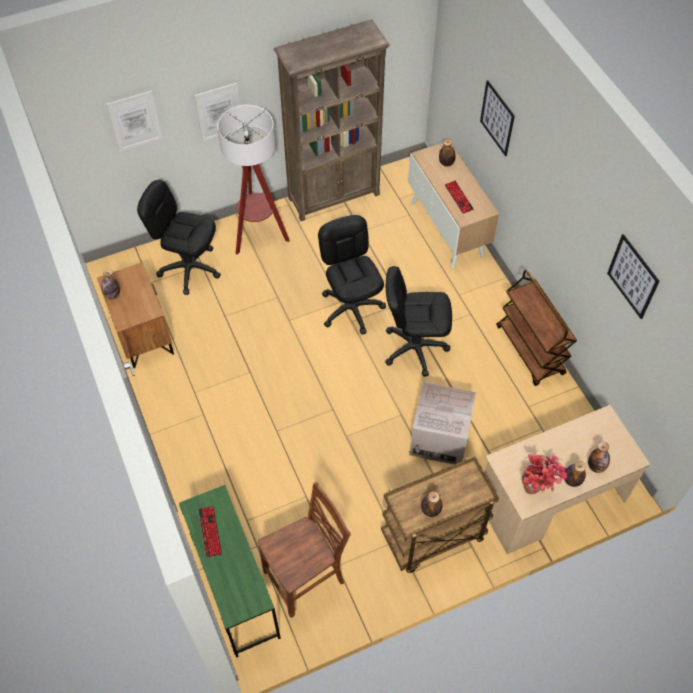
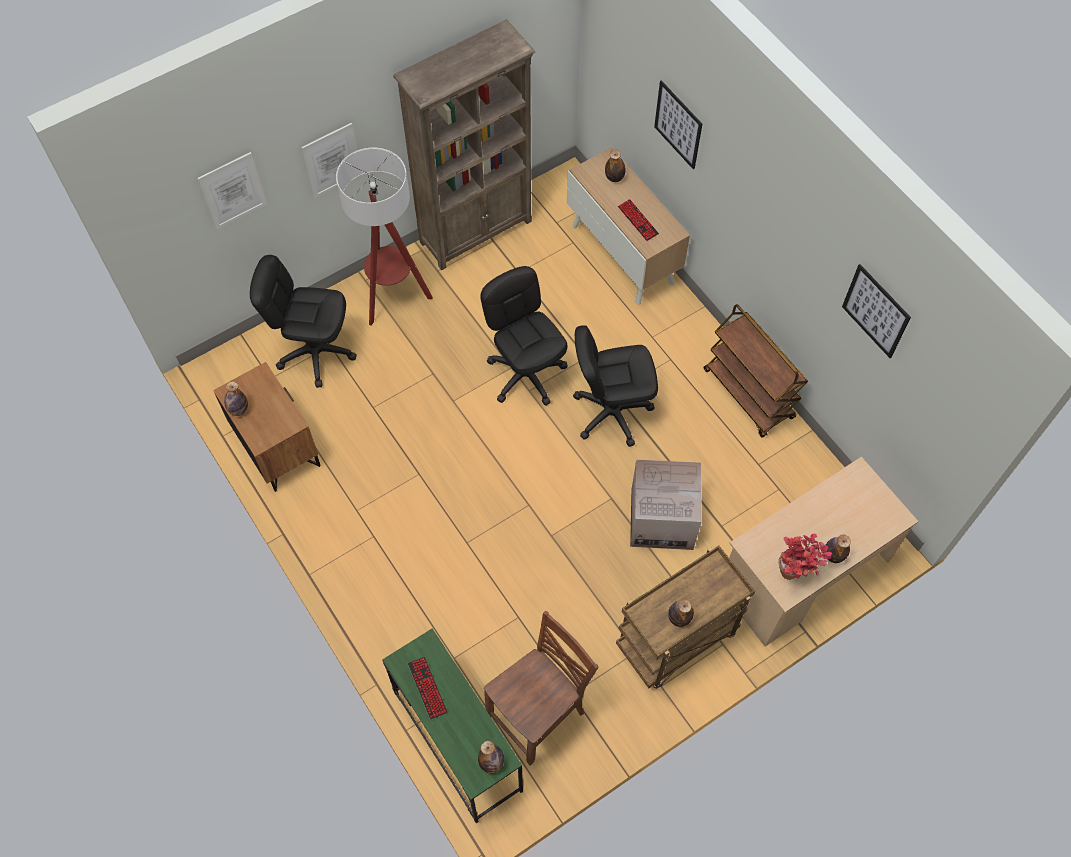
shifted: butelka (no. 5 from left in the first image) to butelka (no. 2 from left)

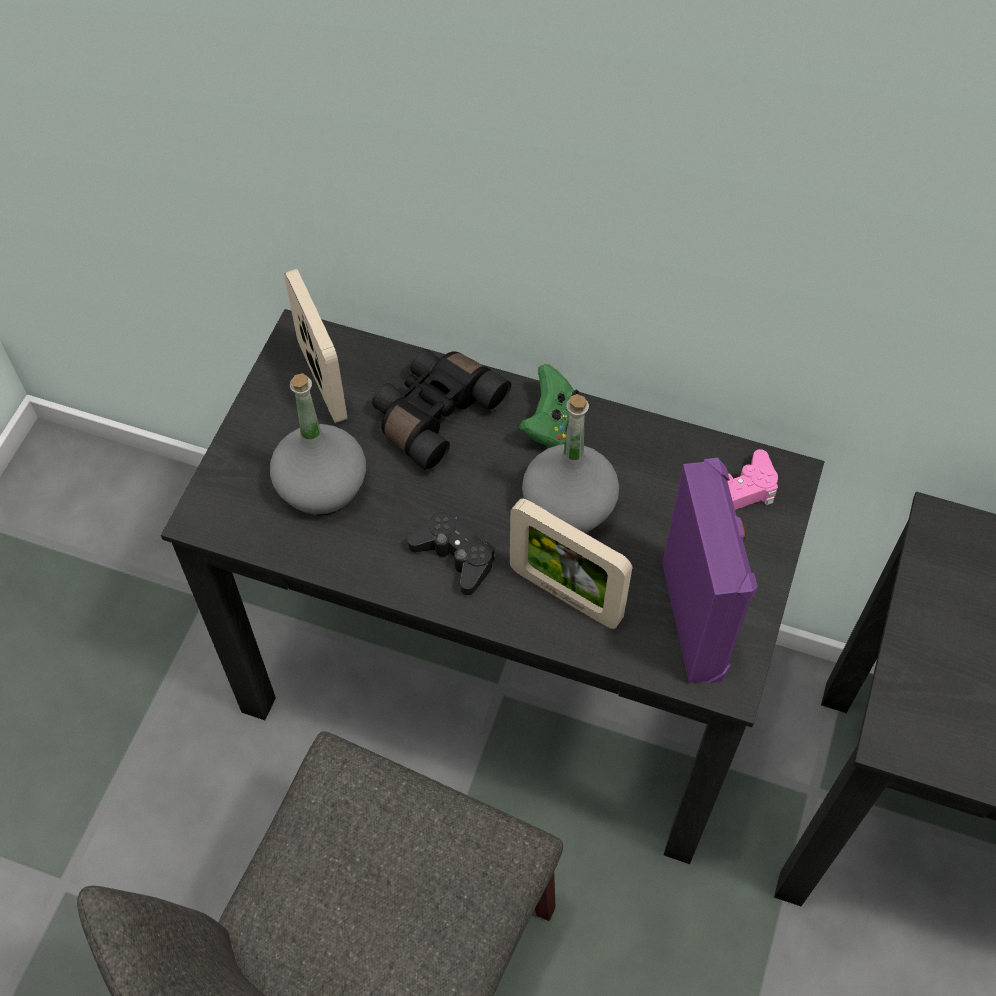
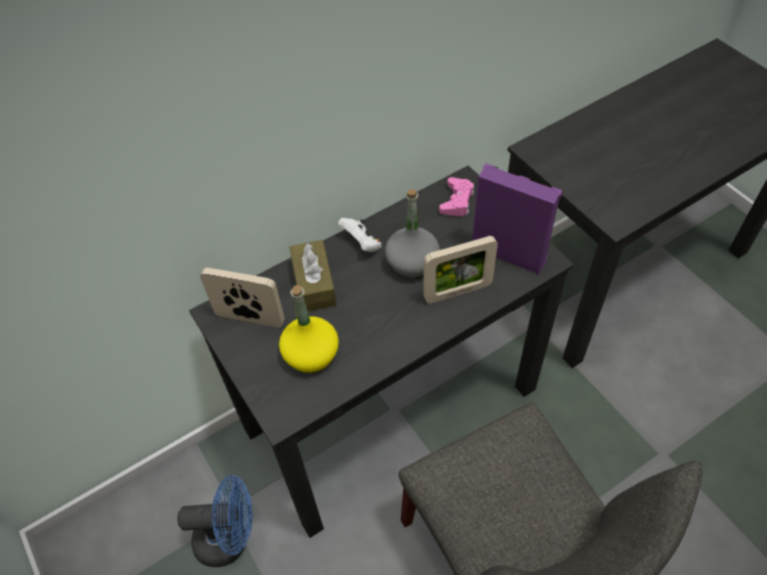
gone: pad do gier [czarny]
new: wentylator [niebieski]
swapped: lornetka [czarny] to pudełko chusteczek [brązowy]
repainted: butelka [szary] (no. 1 from left) to butelka [żółty]; pad do gier [zielony] to pad do gier [biały]

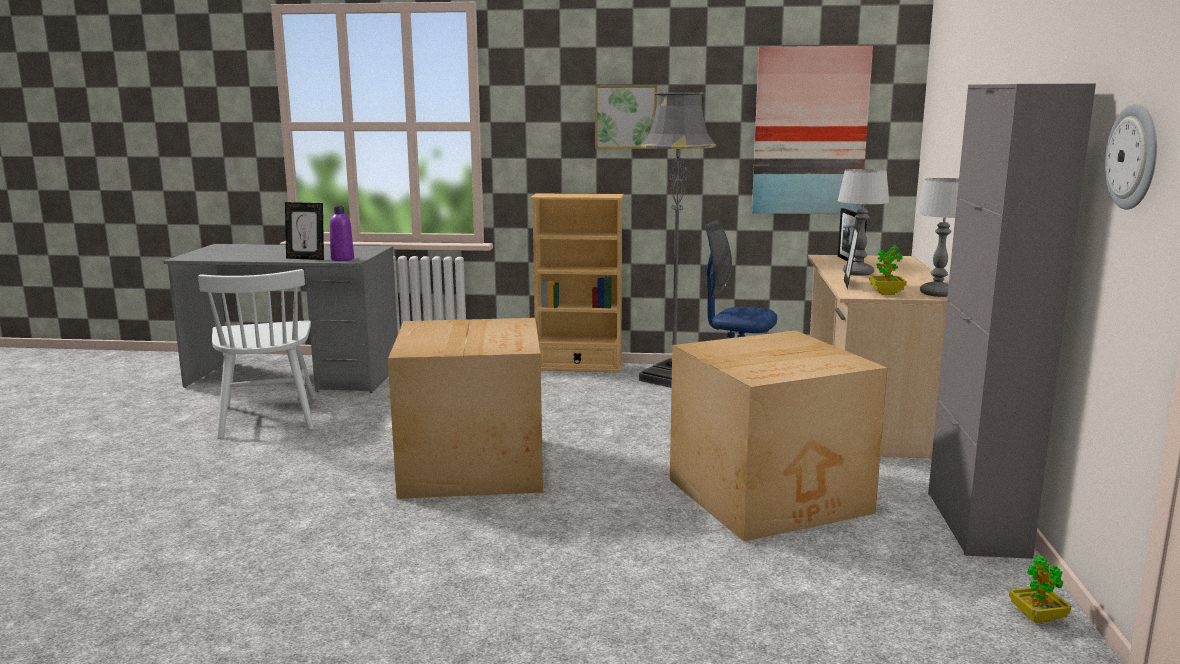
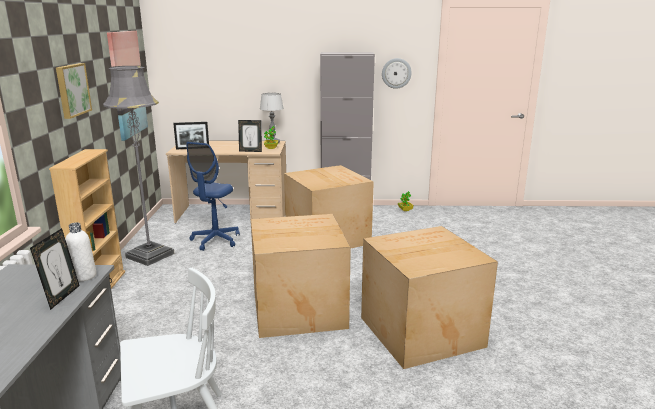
gone: lampa stołowa (no. 1 from left)
new: karton (no. 3 from left)
repainted: butelka [fioletowy] to butelka [biały]

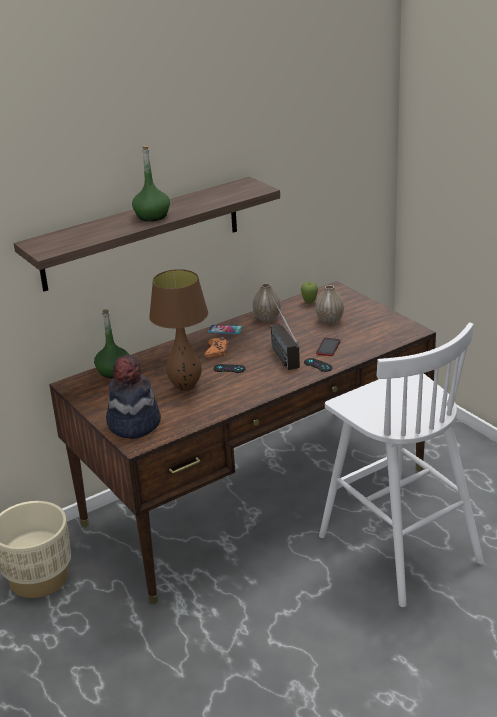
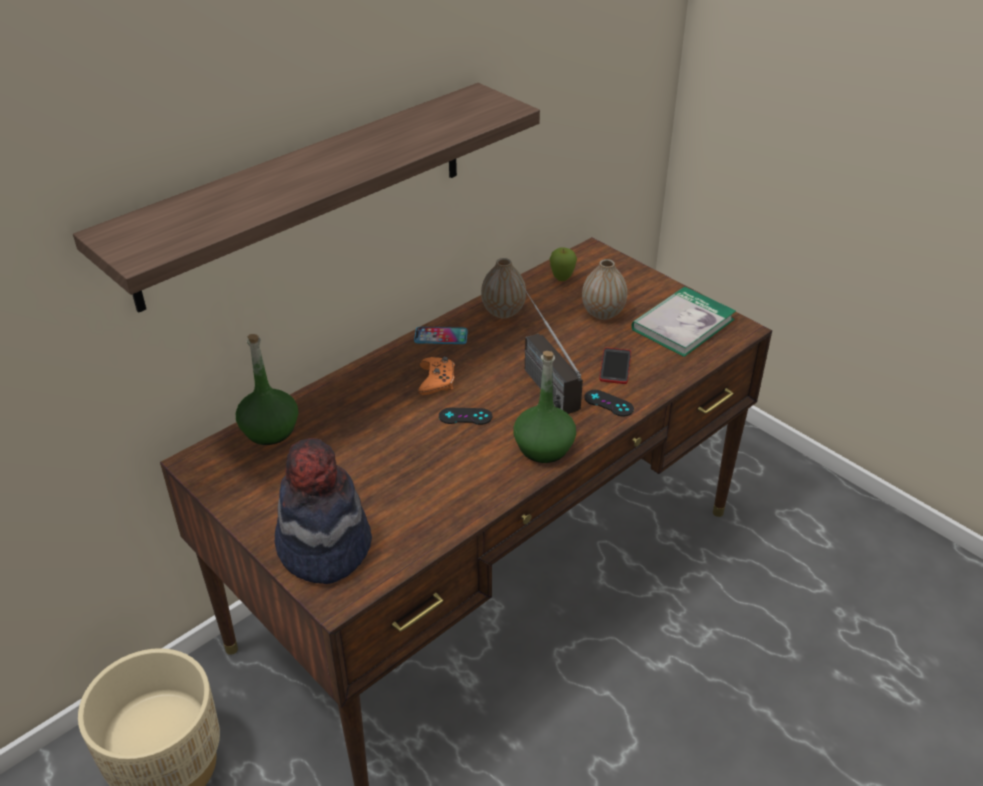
gone: lampa stołowa [brązowy]; stołek [biały]
new: książka
shifted: butelka [zielony] (no. 2 from left)

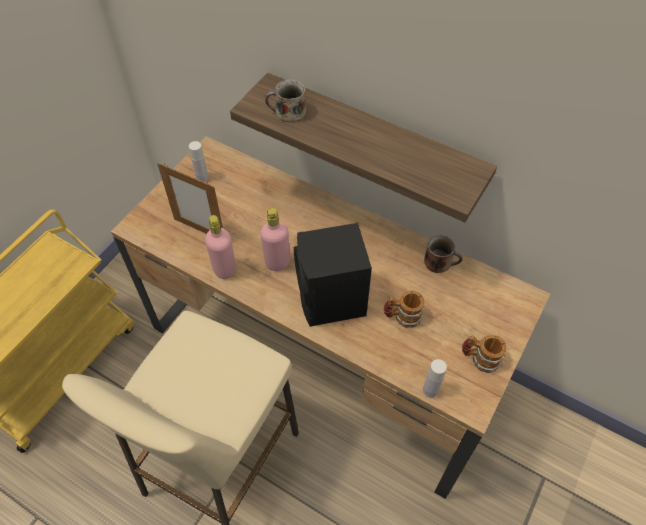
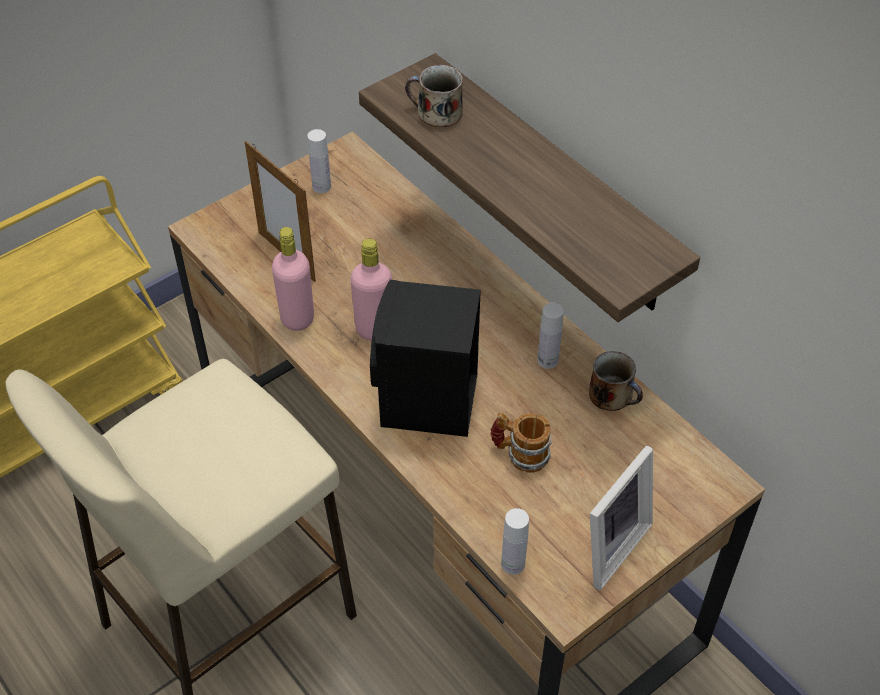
new: butelka [biały] (no. 3 from left)
swapped: kubek (no. 4 from left) to ramka na zdjęcie (no. 2 from left)

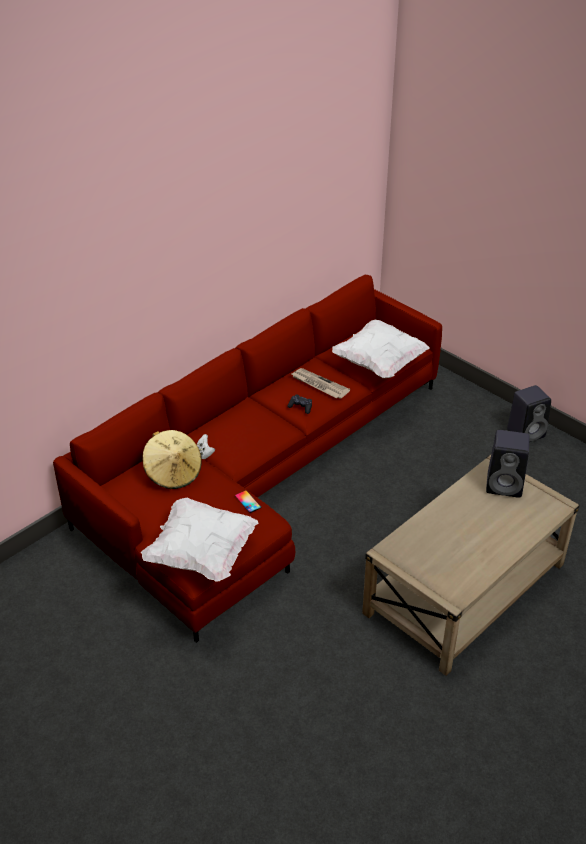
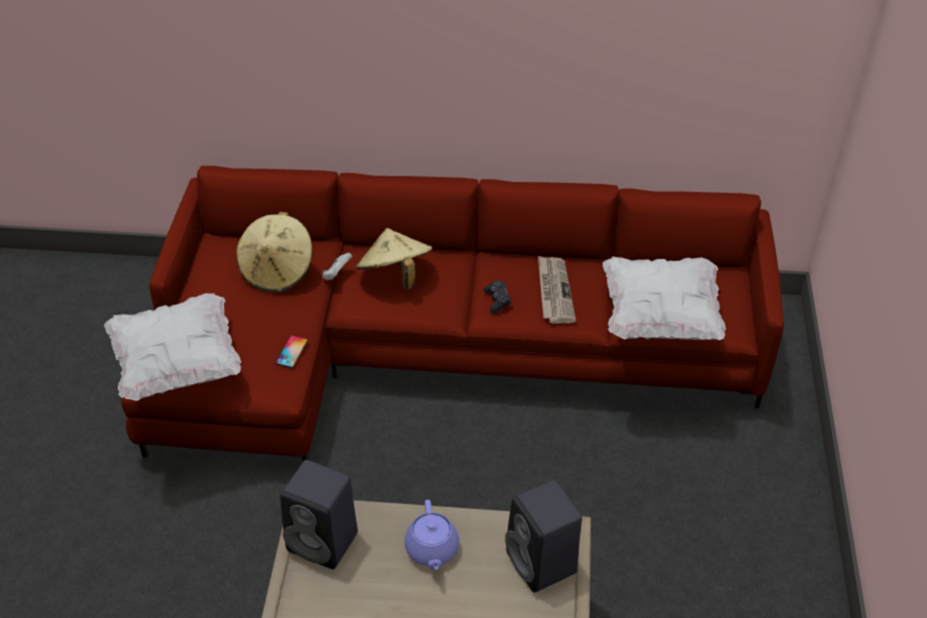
new: kapelusz [beżowy] (no. 2 from left); imbryk [fioletowy]
shifted: głośnik [czarny] (no. 2 from left in the first image) to głośnik [czarny] (no. 1 from left)

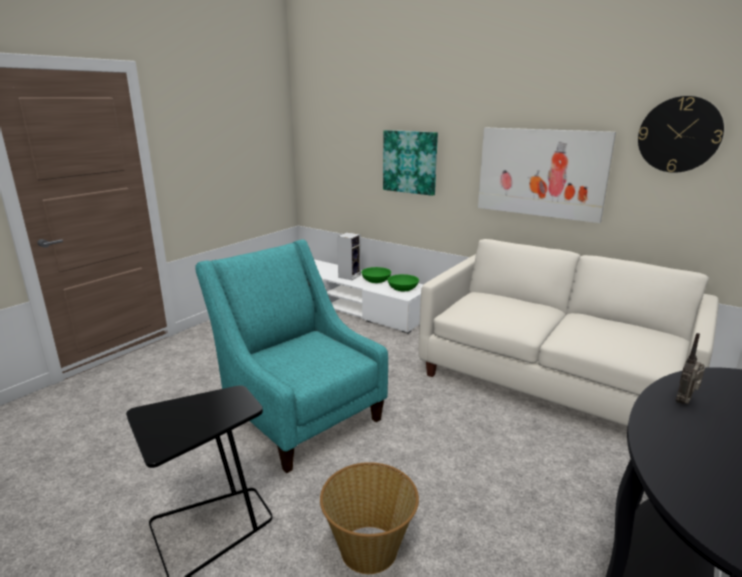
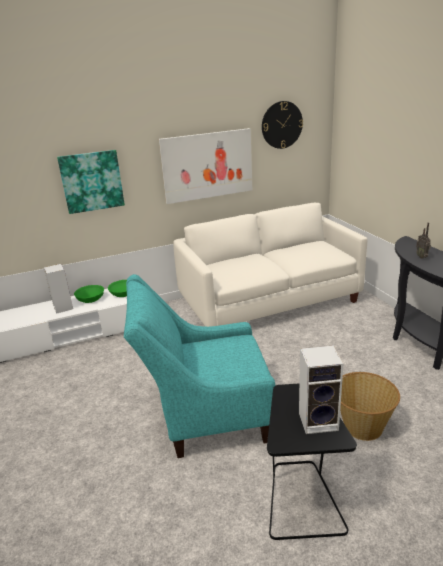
new: głośnik (no. 2 from left)

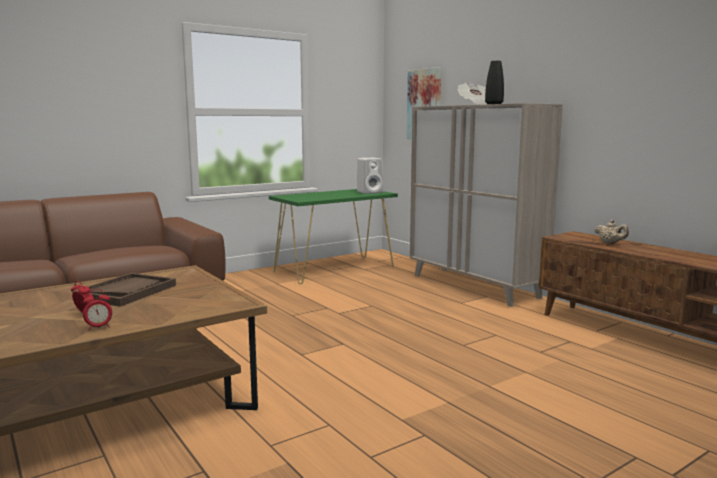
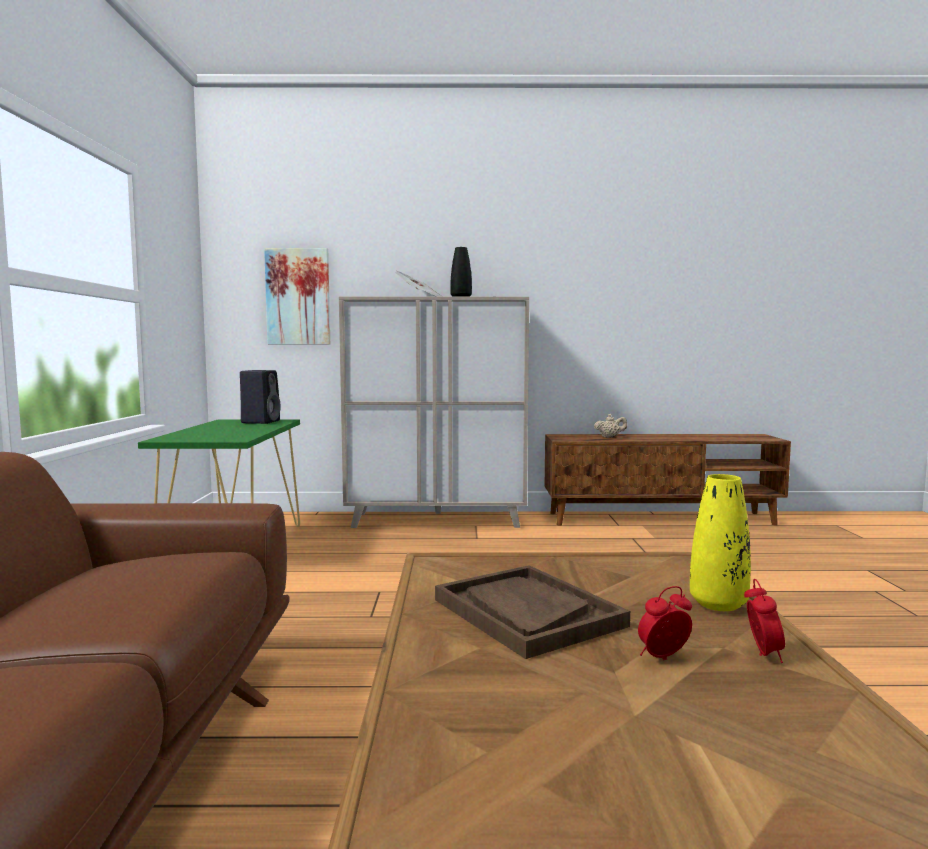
new: wazon [żółty]
repainted: głośnik [biały] to głośnik [czarny]

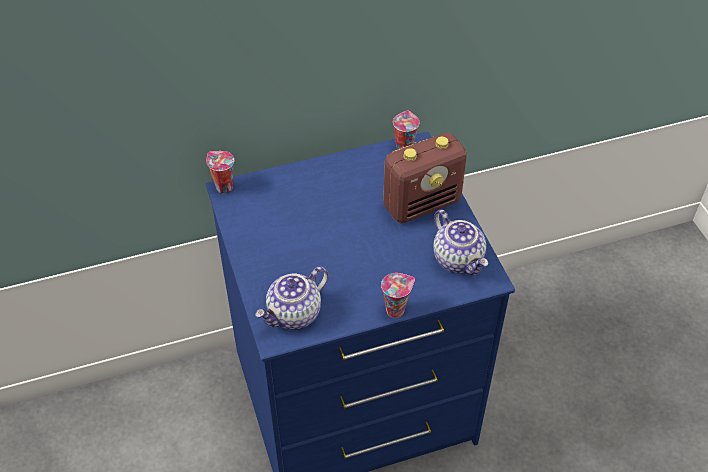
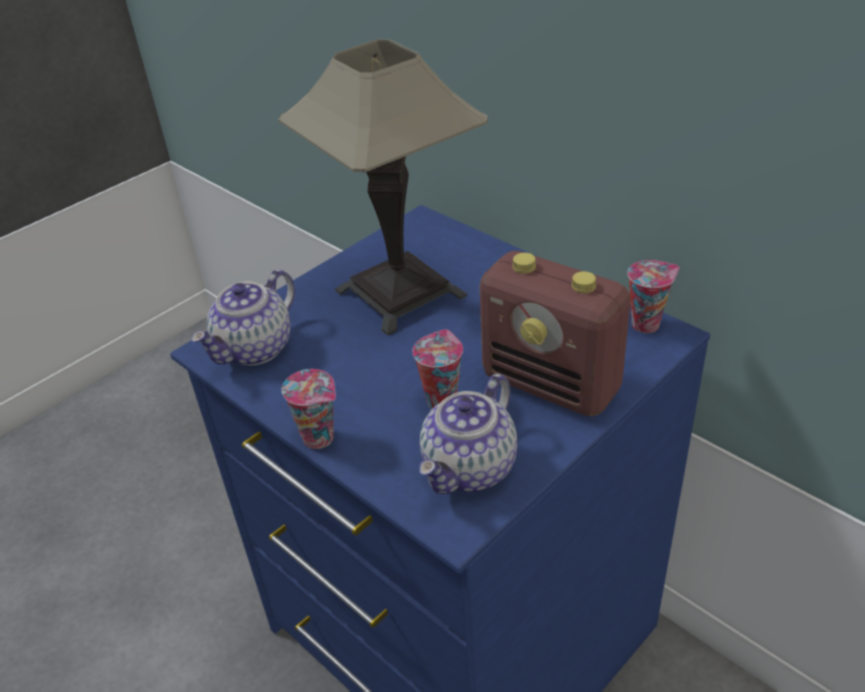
new: lampa stołowa
shifted: filiżanka (no. 1 from left in the first image) to filiżanka (no. 2 from left)
rotated: imbryk (no. 1 from left) 75 degrees counterclockwise

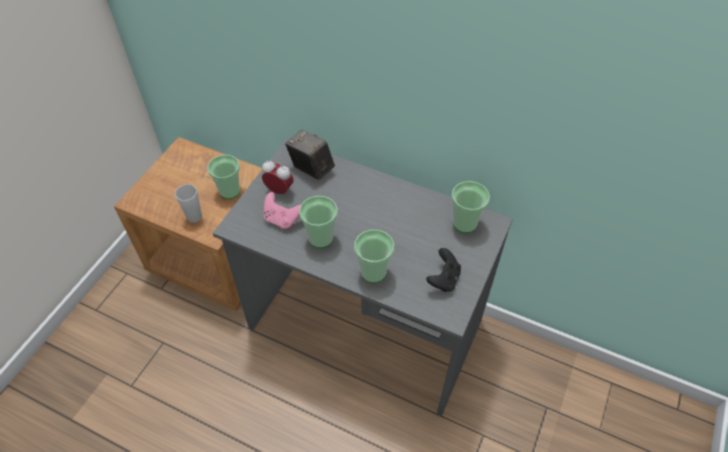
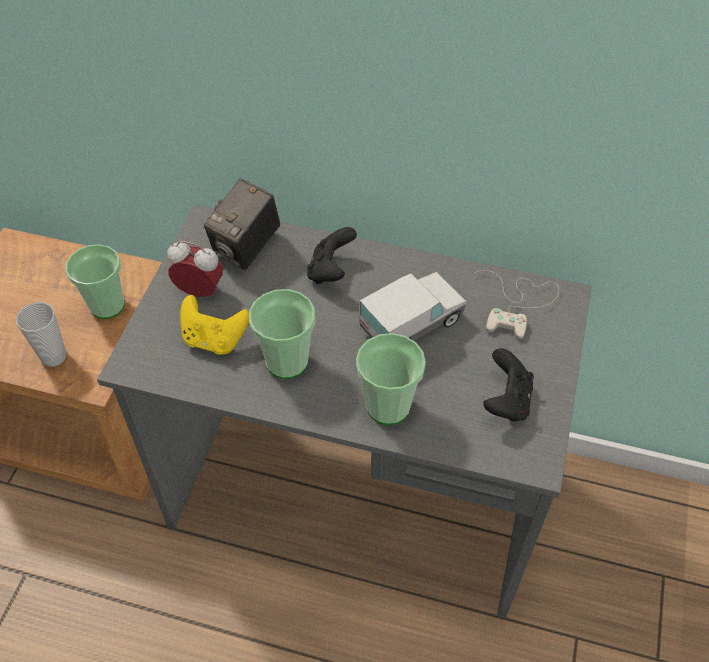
new: pad do gier [czarny] (no. 1 from left); ciężarówka zabawkowa
swapped: filiżanka (no. 5 from left) to pad do gier [biały]
repainted: pad do gier [różowy] to pad do gier [żółty]
rotated: aparat fotograficzny 90 degrees counterclockwise

